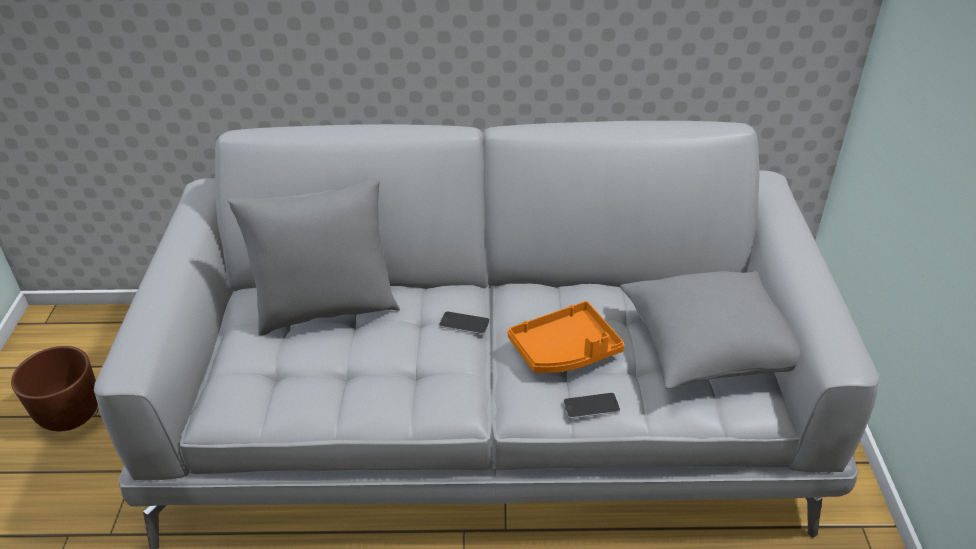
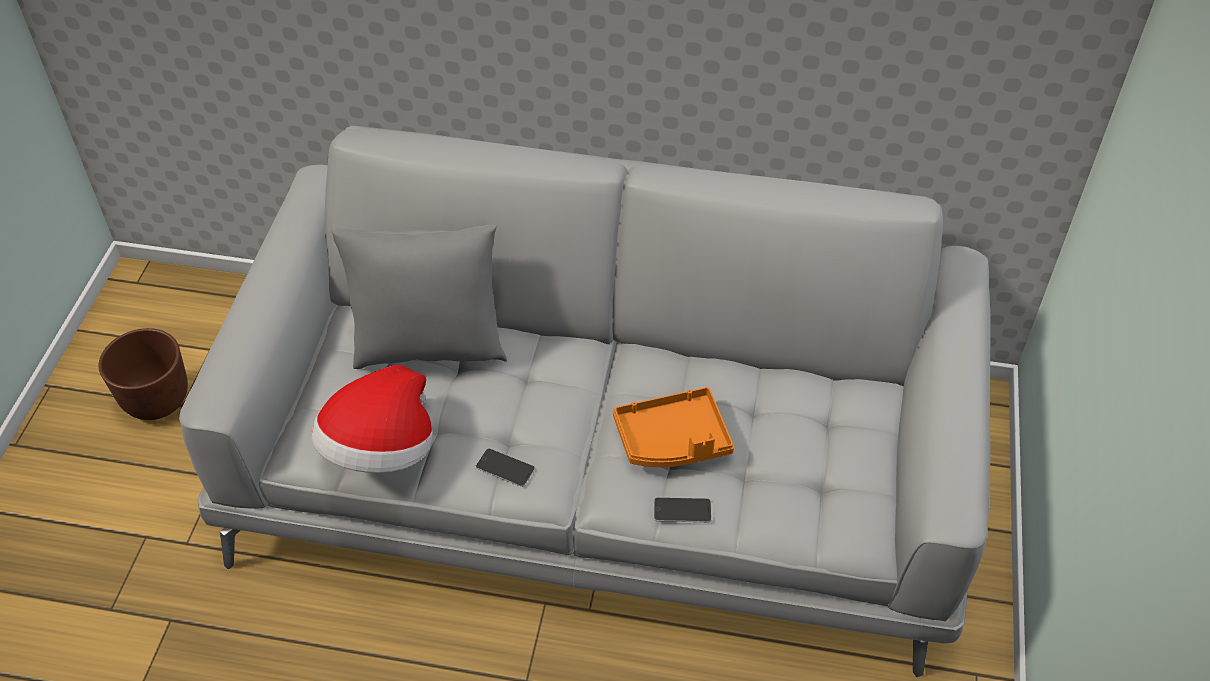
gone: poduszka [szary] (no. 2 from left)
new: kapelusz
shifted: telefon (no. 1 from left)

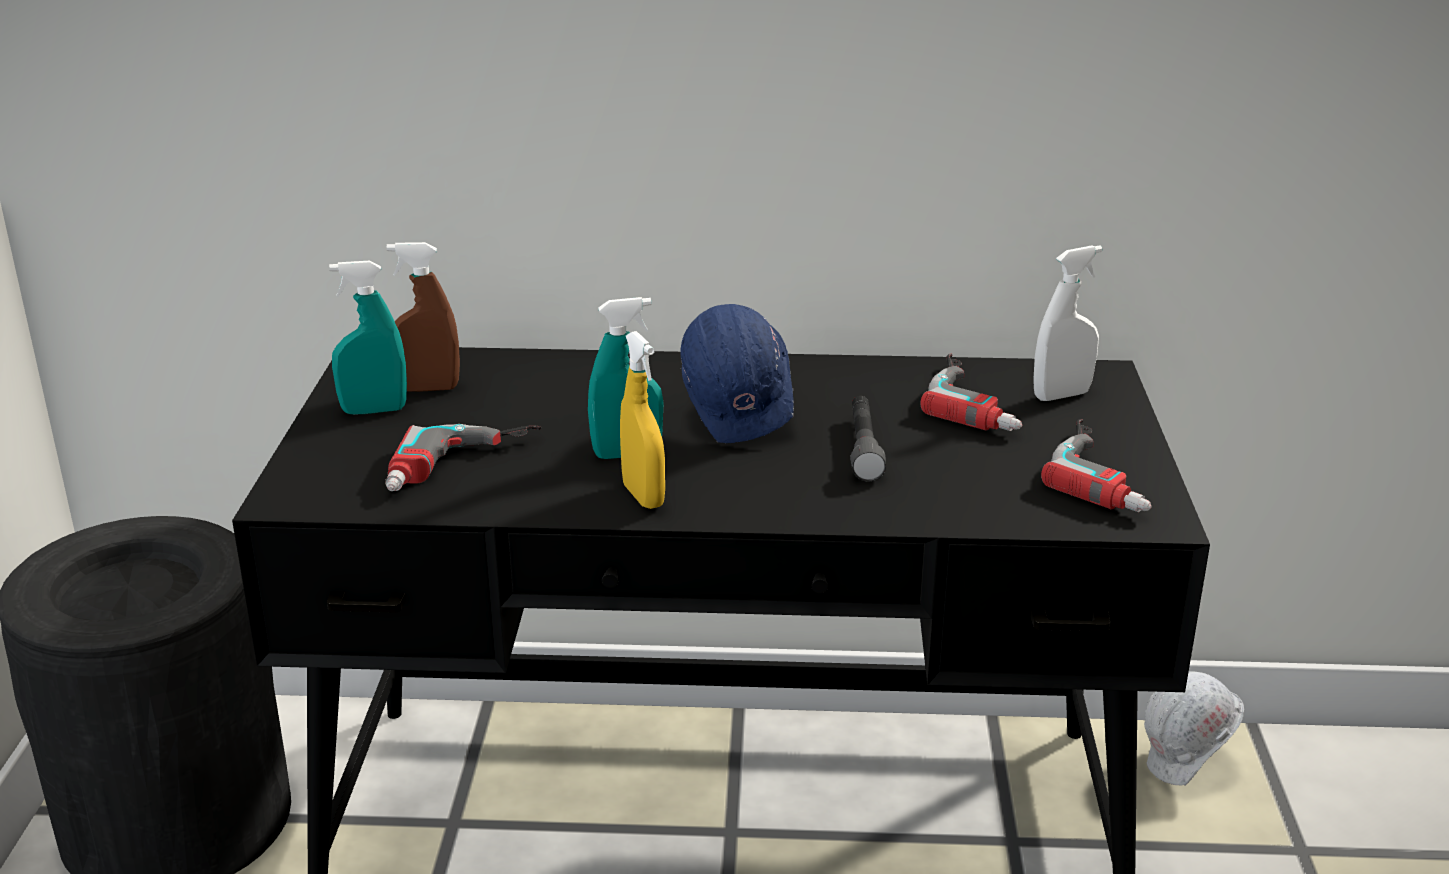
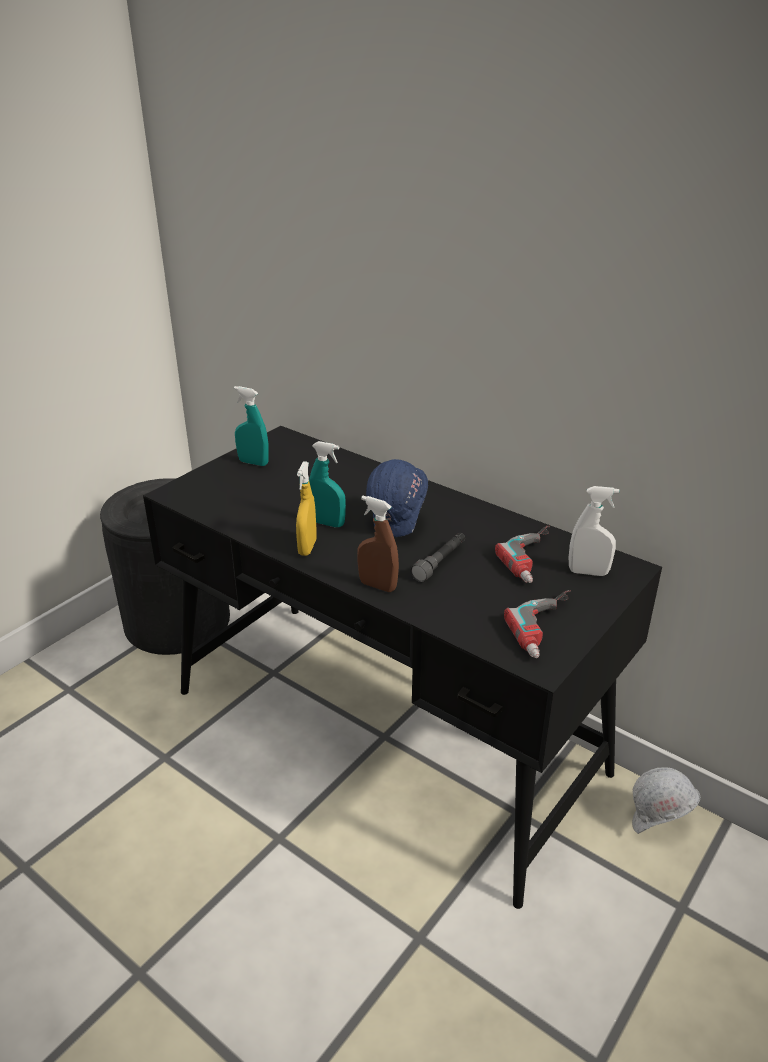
gone: wiertarka (no. 1 from left)
shifted: spryskiwacz [brązowy]

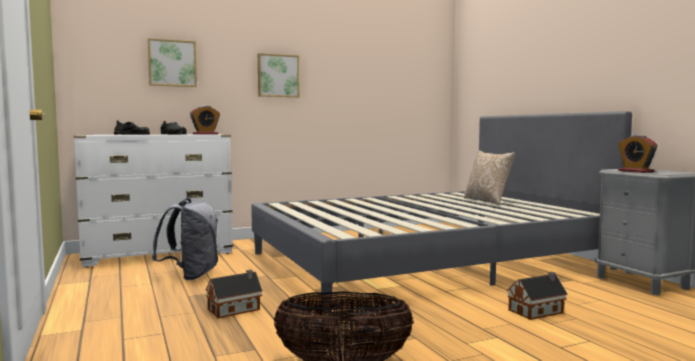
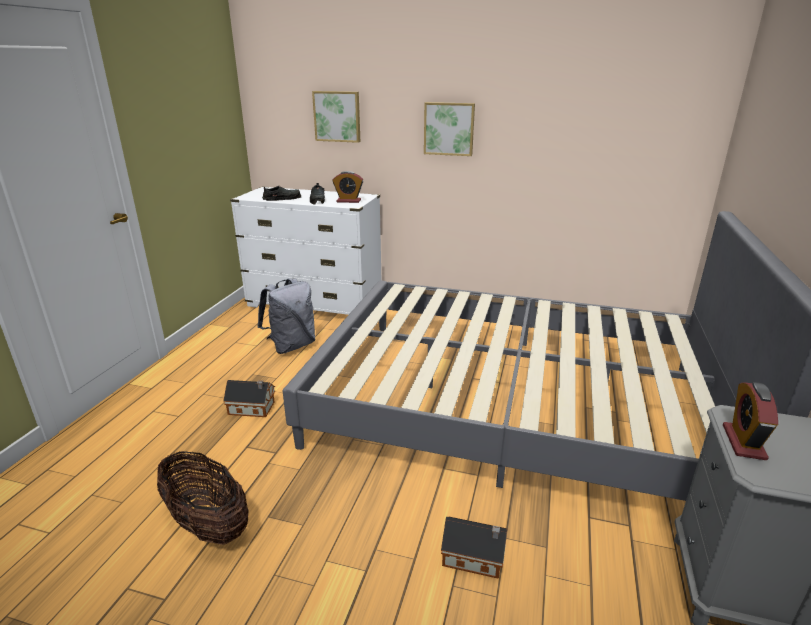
gone: poduszka

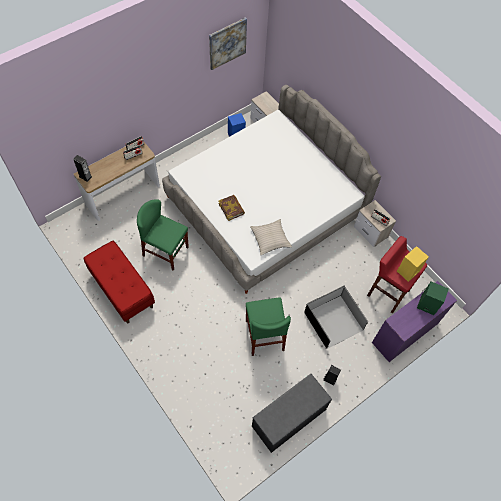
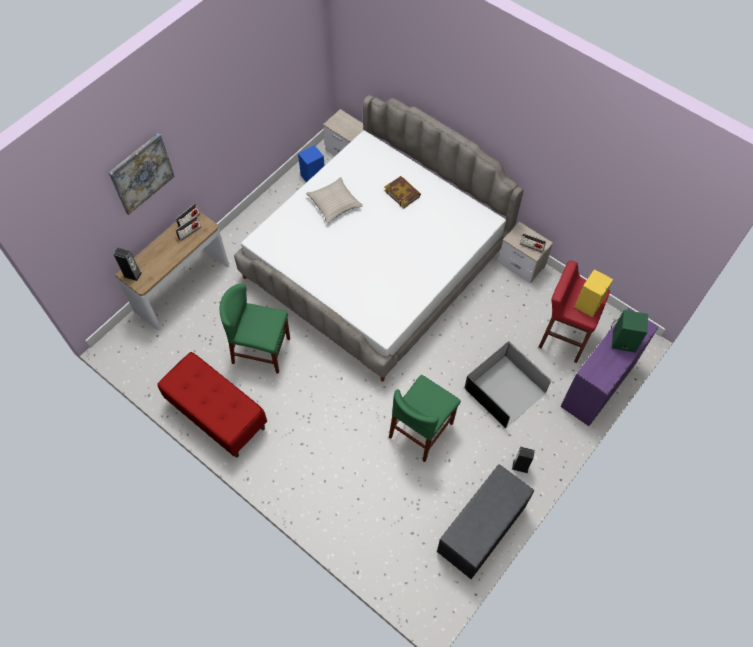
shifted: obraz; poduszka [beżowy]; książka
rotated: krzesło [zielony] (no. 2 from left) 60 degrees clockwise

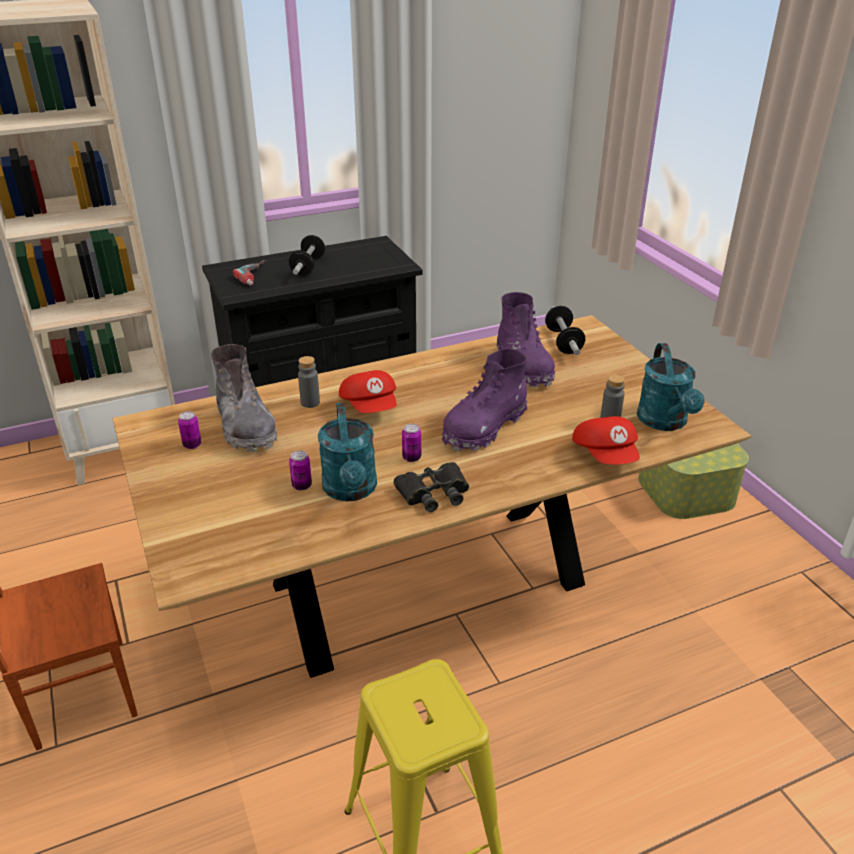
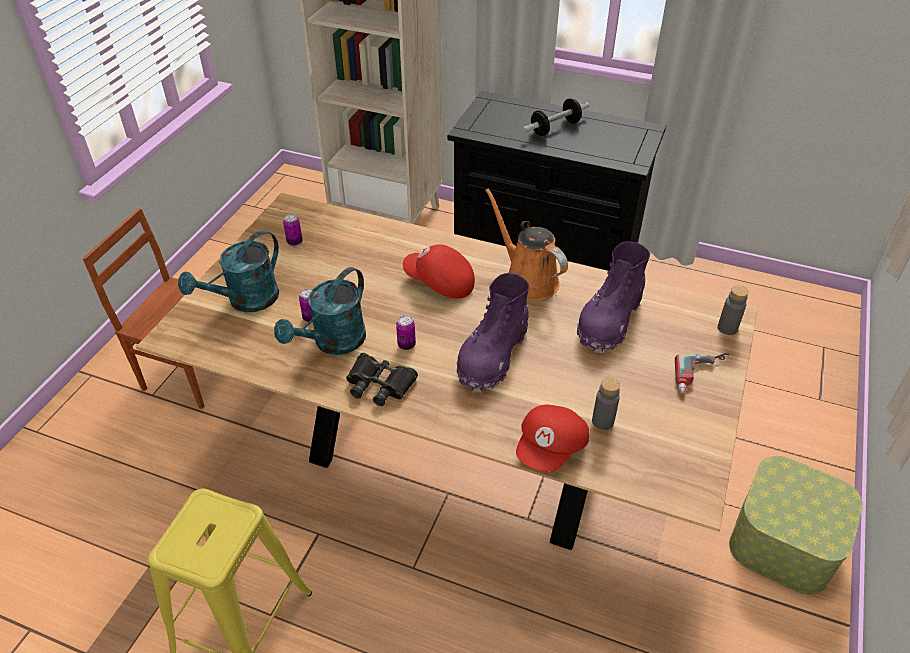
gone: but z cholewką [szary]; hantel (no. 2 from left)
new: konewka [pomarańczowy]
shifted: konewka [turkusowy] (no. 2 from left in the first image) to konewka [turkusowy] (no. 1 from left); wiertarka; butelka [szary] (no. 1 from left in the first image) to butelka [szary] (no. 2 from left)
rotated: czapka z daszkiem [czerwony] (no. 1 from left) 90 degrees clockwise; but z cholewką [fioletowy] (no. 1 from left) 60 degrees counterclockwise

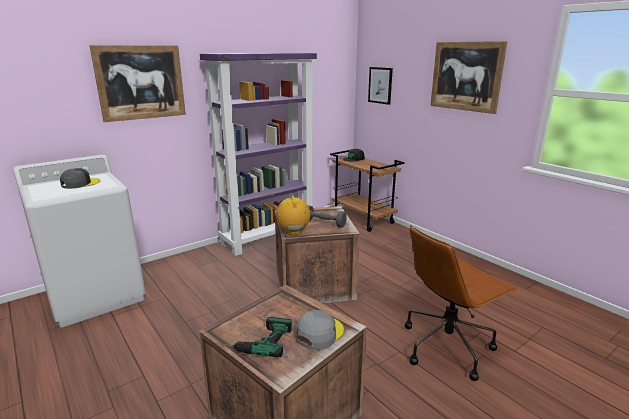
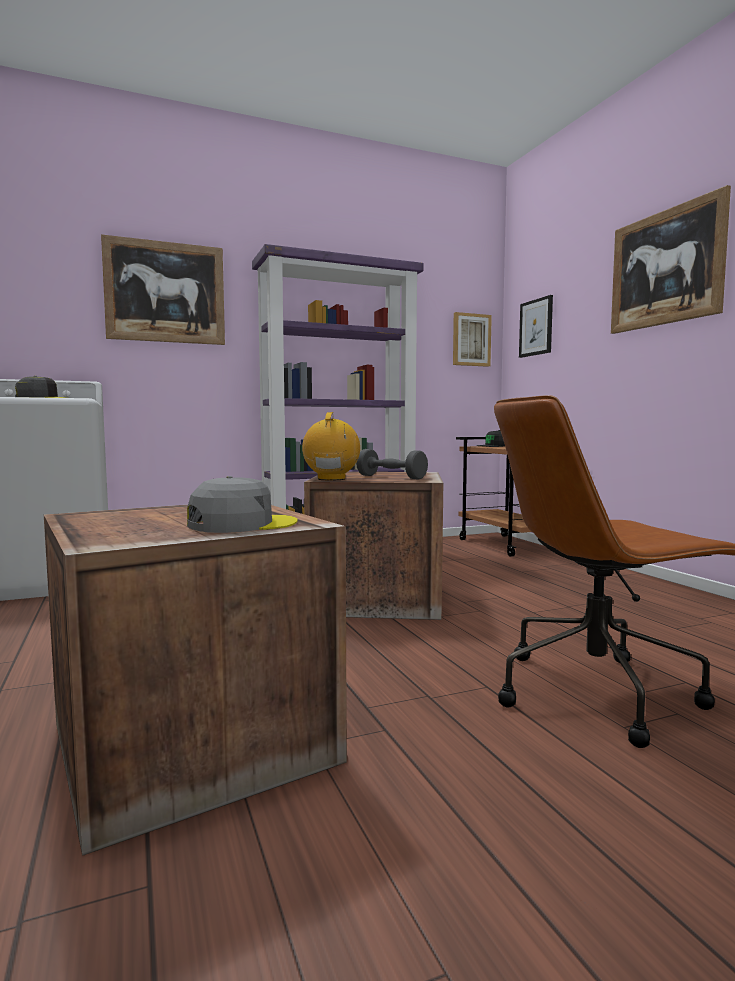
gone: wiertarka
new: obraz (no. 2 from left)

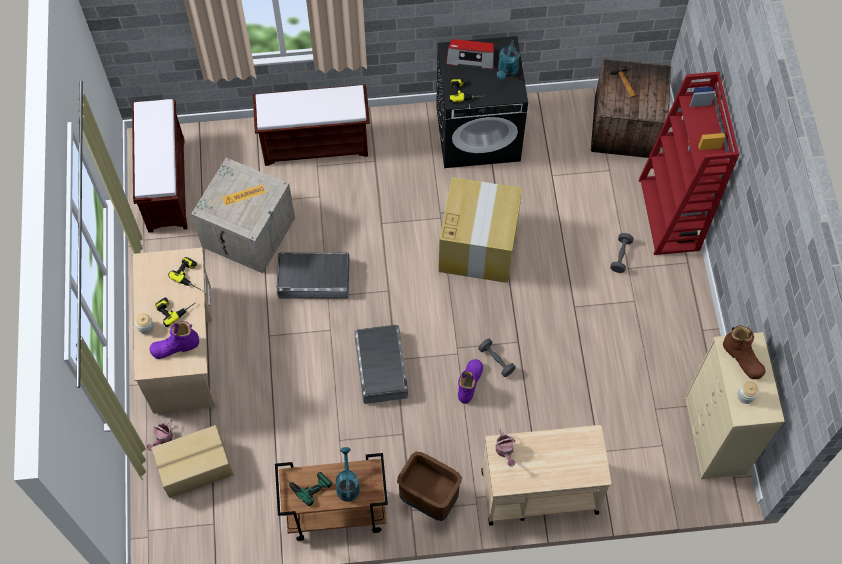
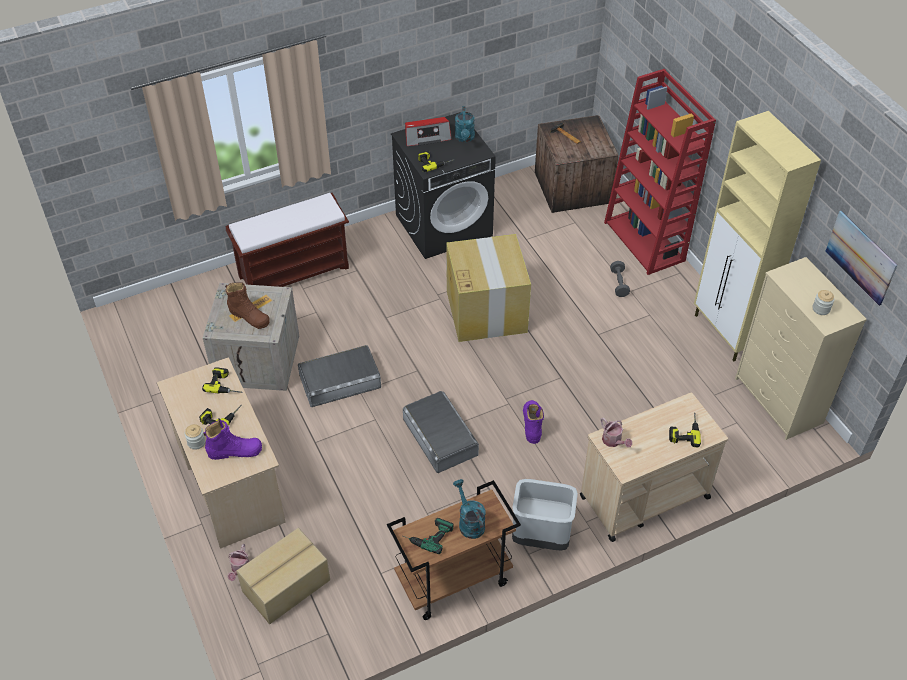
gone: ławka [brązowy] (no. 1 from left); hantel [szary] (no. 1 from left)
new: wiertarka (no. 5 from left); szafka [beżowy]; obraz
shifted: but z cholewką [brązowy]
repainted: kosz na śmieci [brązowy] to kosz na śmieci [szary]
rotated: but z cholewką [fioletowy] (no. 1 from left) 150 degrees counterclockwise

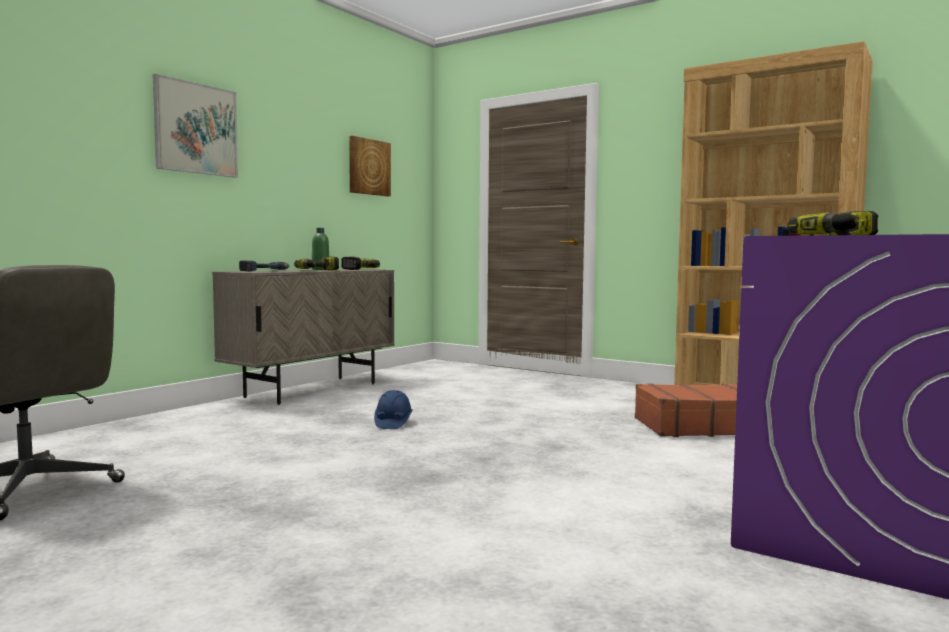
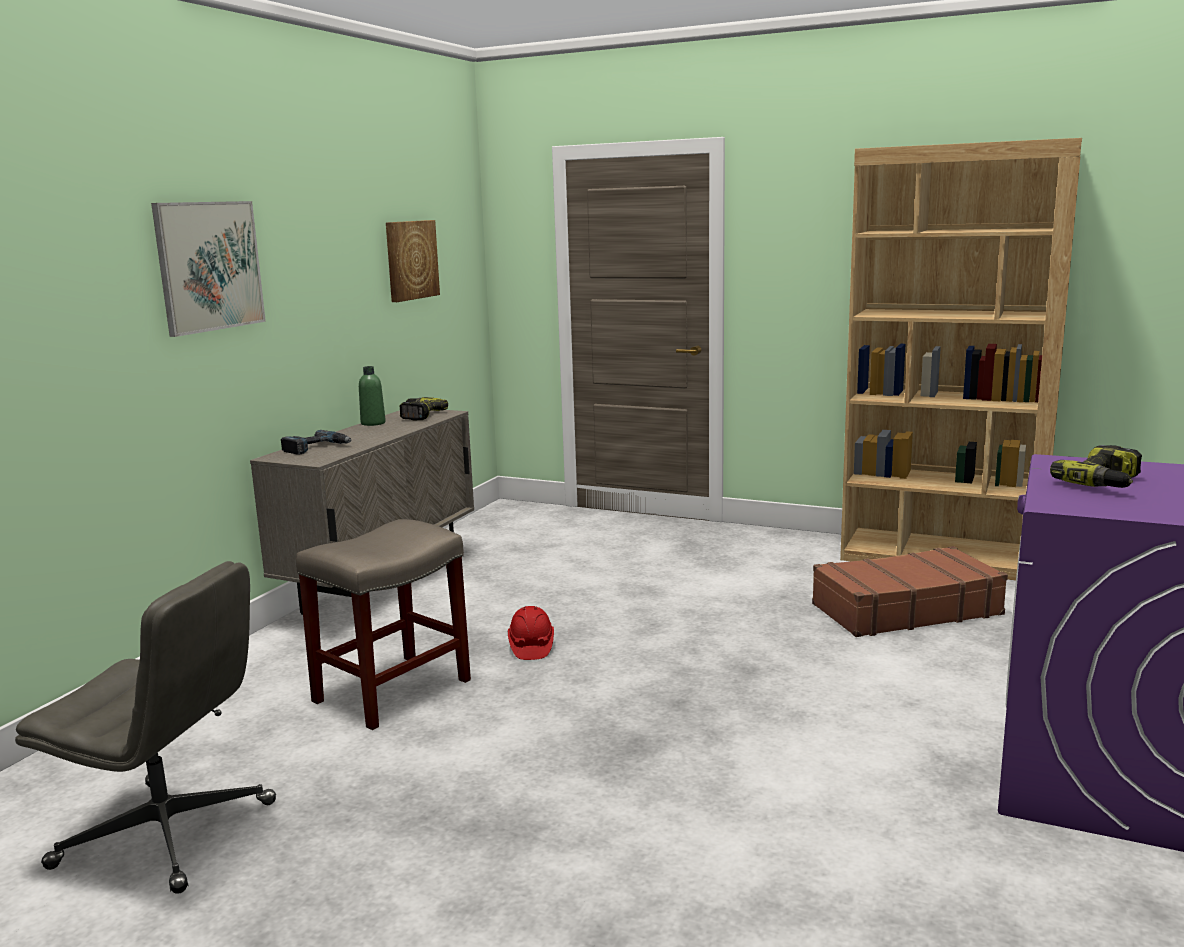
gone: wiertarka (no. 2 from left)
new: stołek [beżowy]
repainted: kask [niebieski] to kask [czerwony]

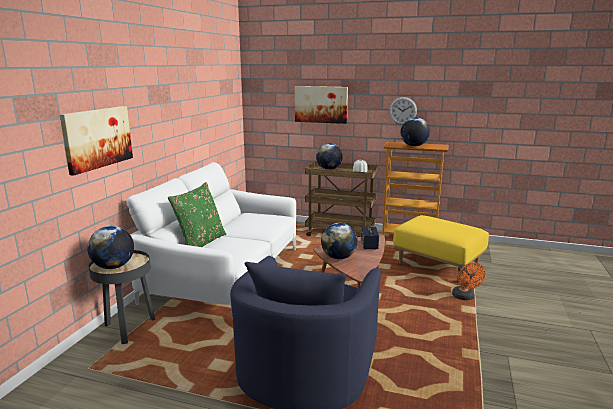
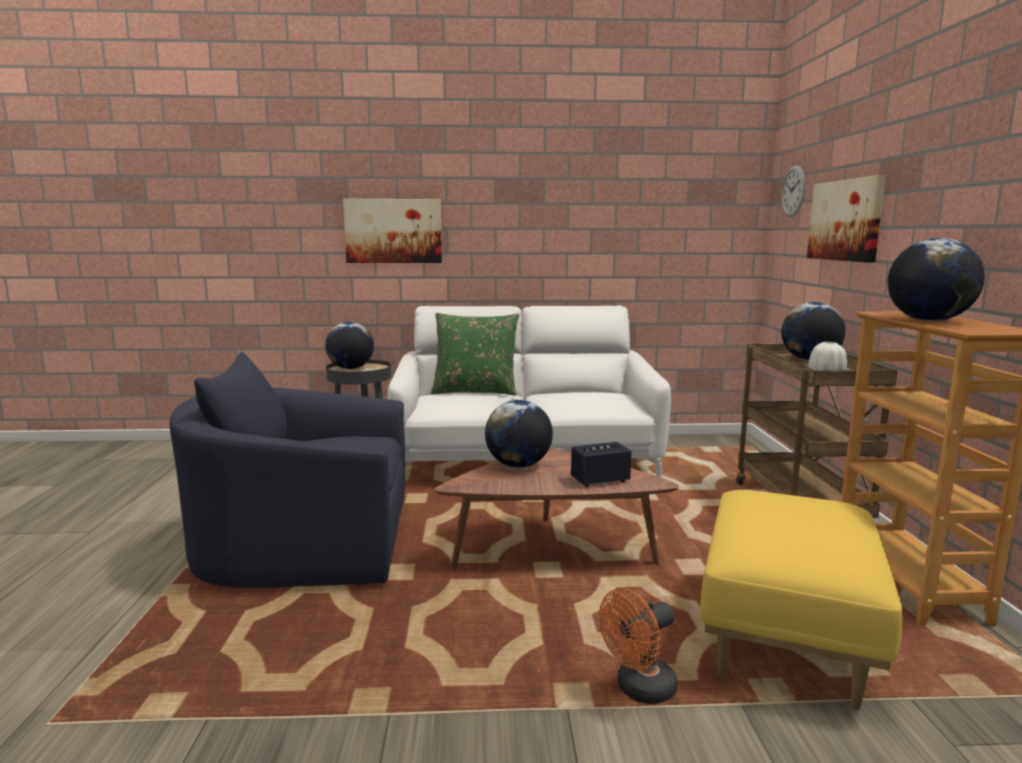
shifted: zegar ścienny

